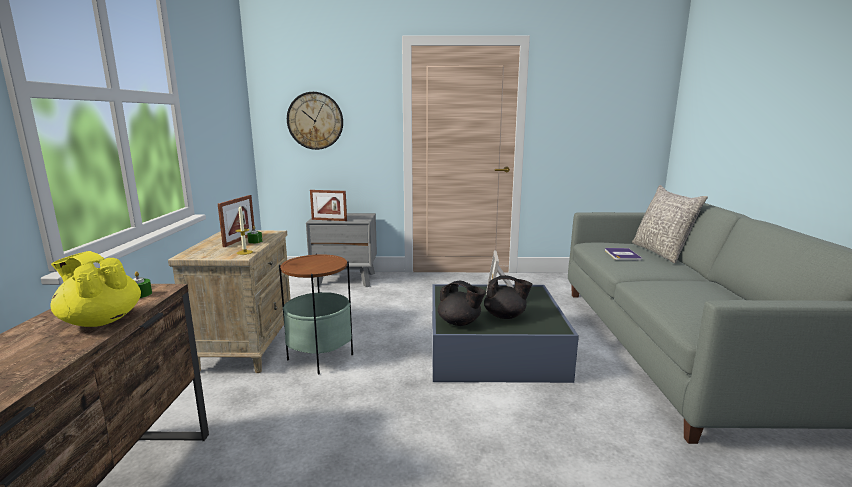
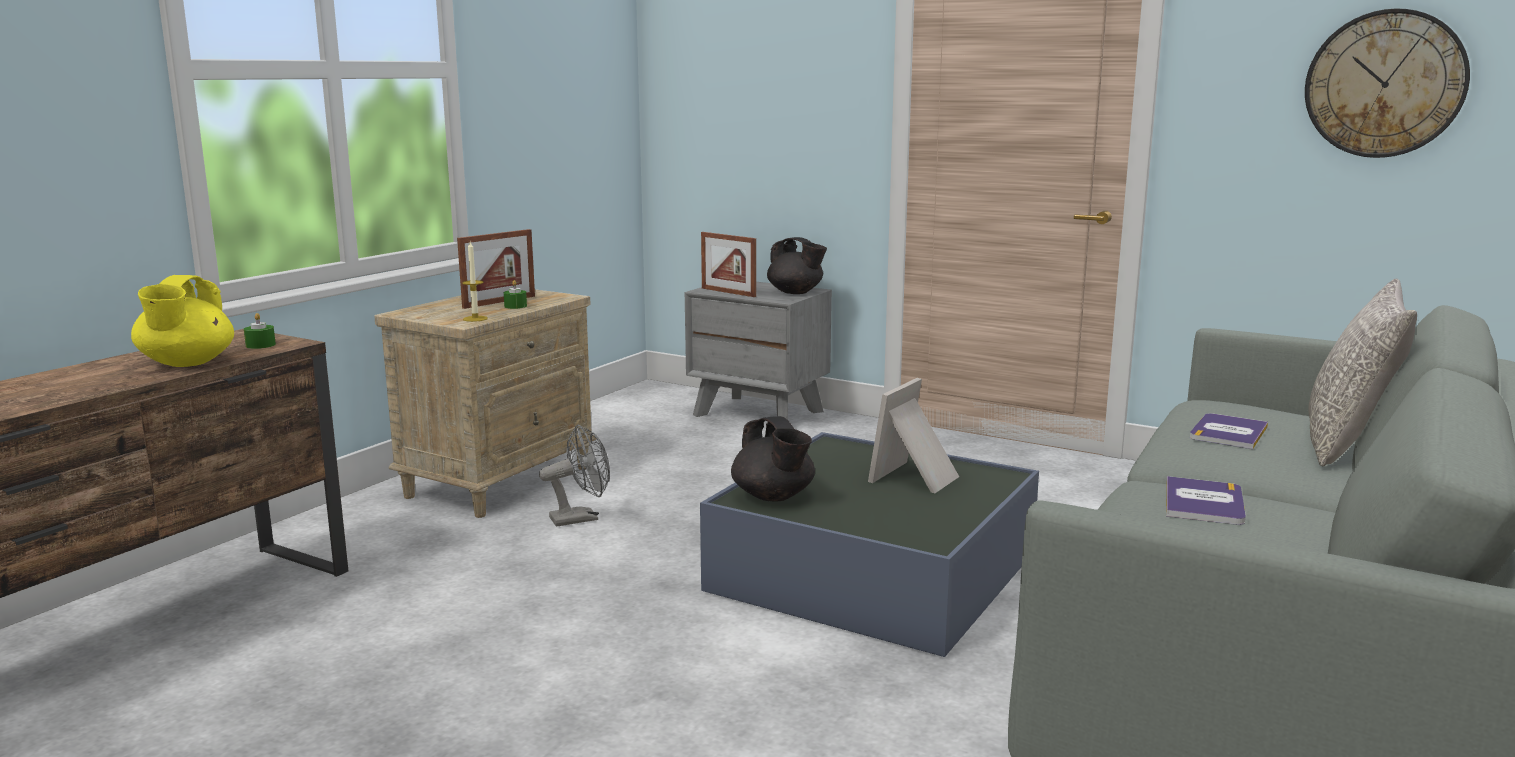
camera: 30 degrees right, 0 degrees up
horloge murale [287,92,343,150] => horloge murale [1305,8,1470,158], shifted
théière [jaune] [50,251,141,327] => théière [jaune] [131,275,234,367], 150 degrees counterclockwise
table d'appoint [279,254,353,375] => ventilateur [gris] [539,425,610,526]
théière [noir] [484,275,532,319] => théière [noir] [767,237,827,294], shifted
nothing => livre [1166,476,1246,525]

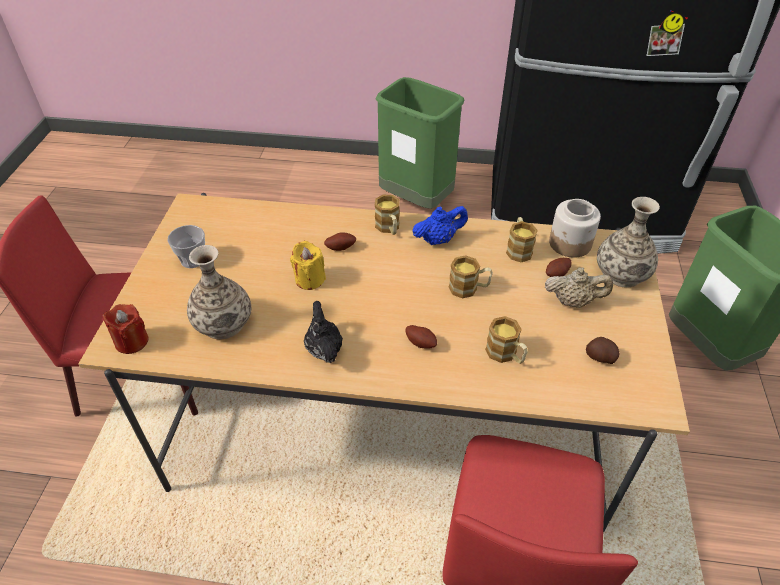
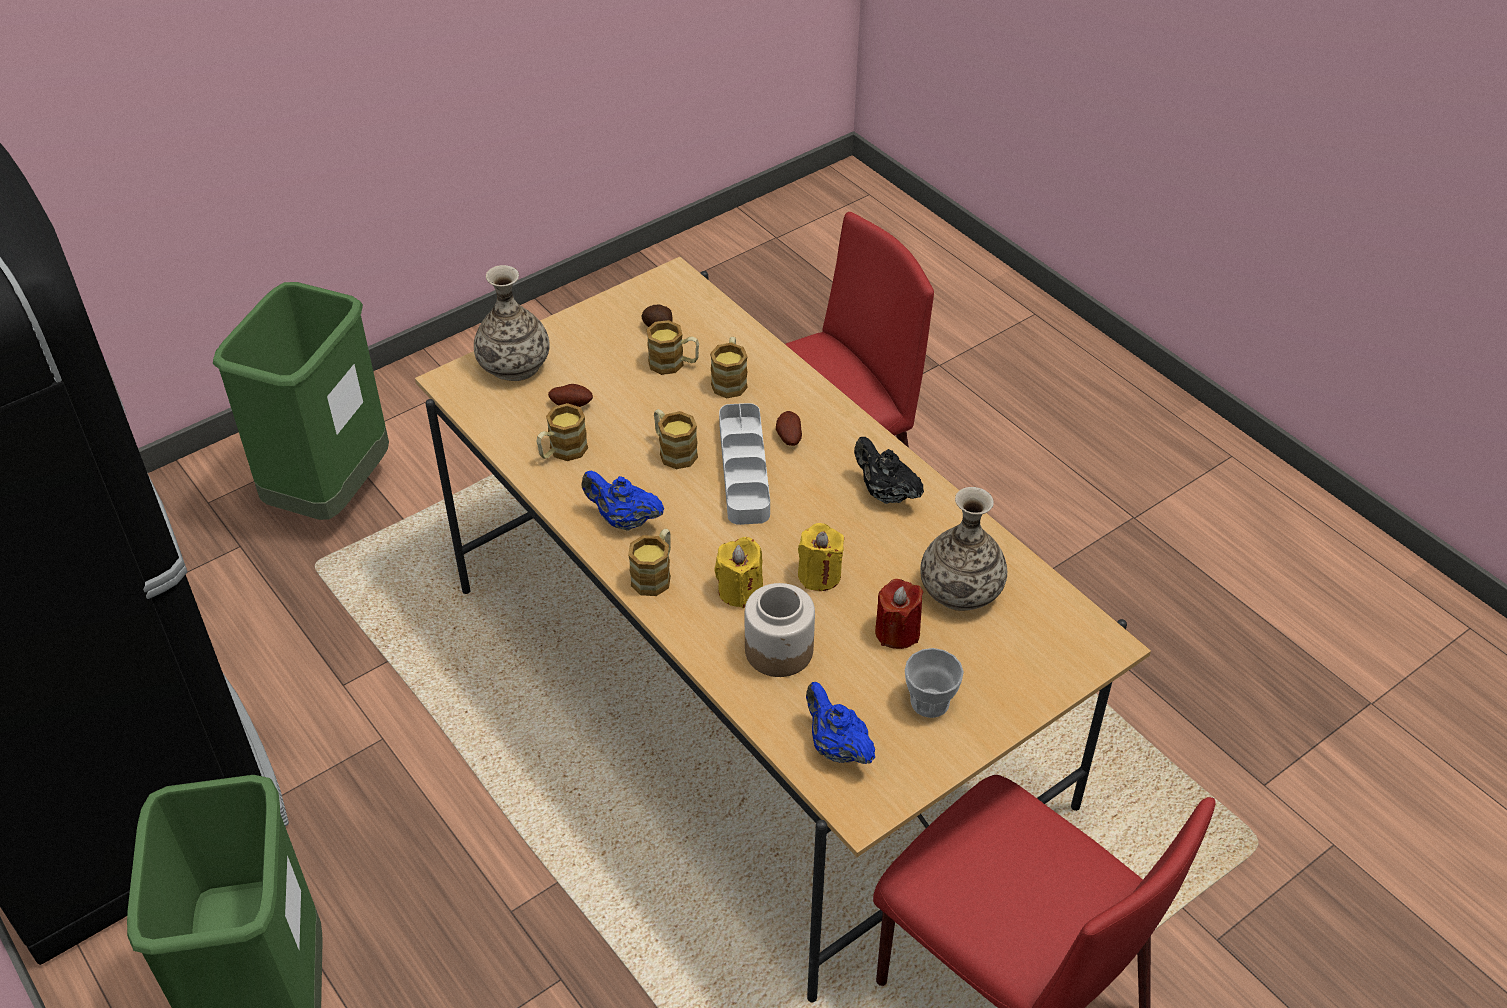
camera: 135 degrees left, 0 degrees up
bocal [549,199,601,258] => bocal [745,583,815,677], shifted
pomme de terre [324,232,356,251] => bougie [jaune] [715,537,763,608]
théière [beige] [545,268,613,308] => nothing
théière [noir] [304,301,343,363] => théière [noir] [854,437,924,504], 105 degrees clockwise
bougie [rouge] [102,304,149,354] => bougie [rouge] [875,579,923,649], shifted
nothing => mug [646,320,699,375]
nothing => plateau [gris] [719,403,770,525]
nothing => théière [bleu] [806,682,875,764]

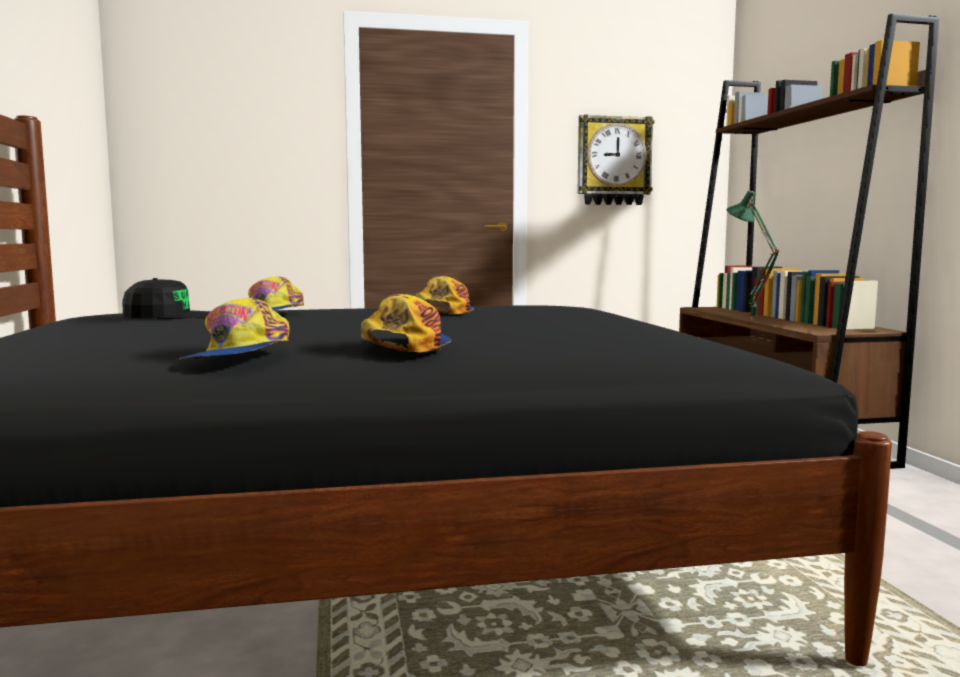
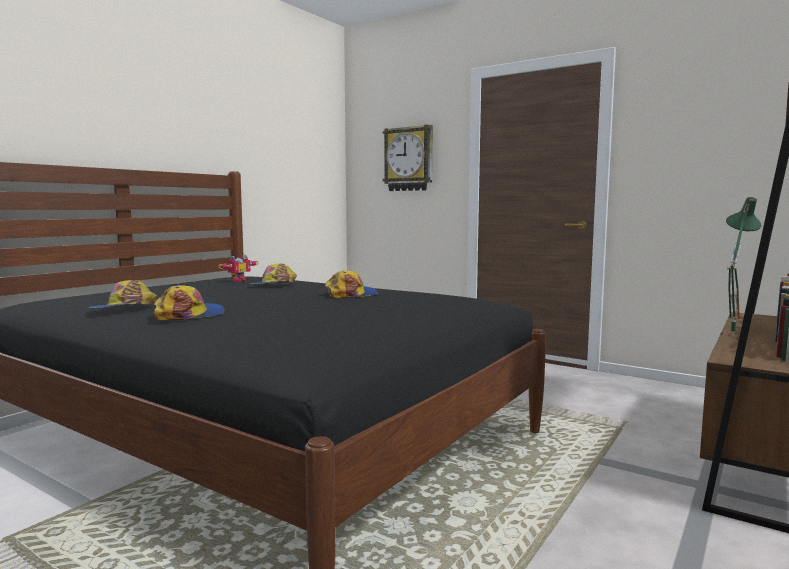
camera: 45 degrees right, 0 degrees up
horloge murale [577,114,655,205] => horloge murale [383,125,433,191], shifted
casquette [noir] [122,278,211,319] => robot jouet [219,255,258,282]

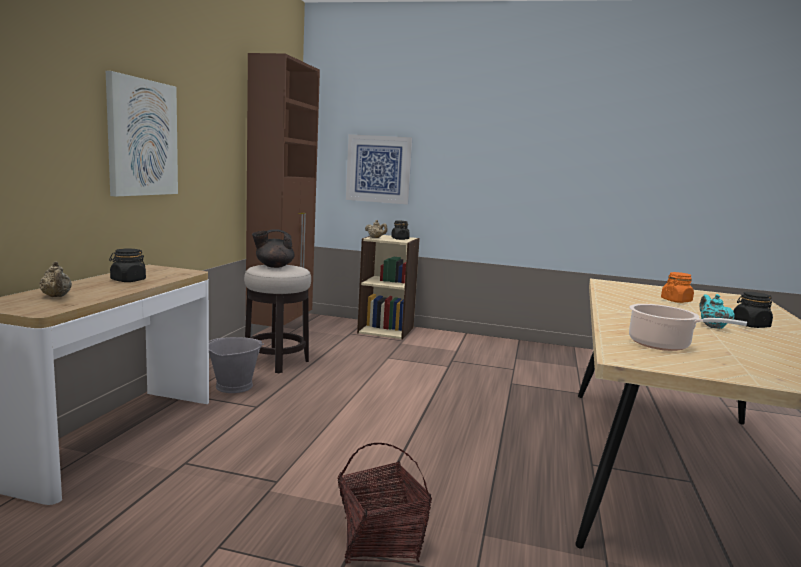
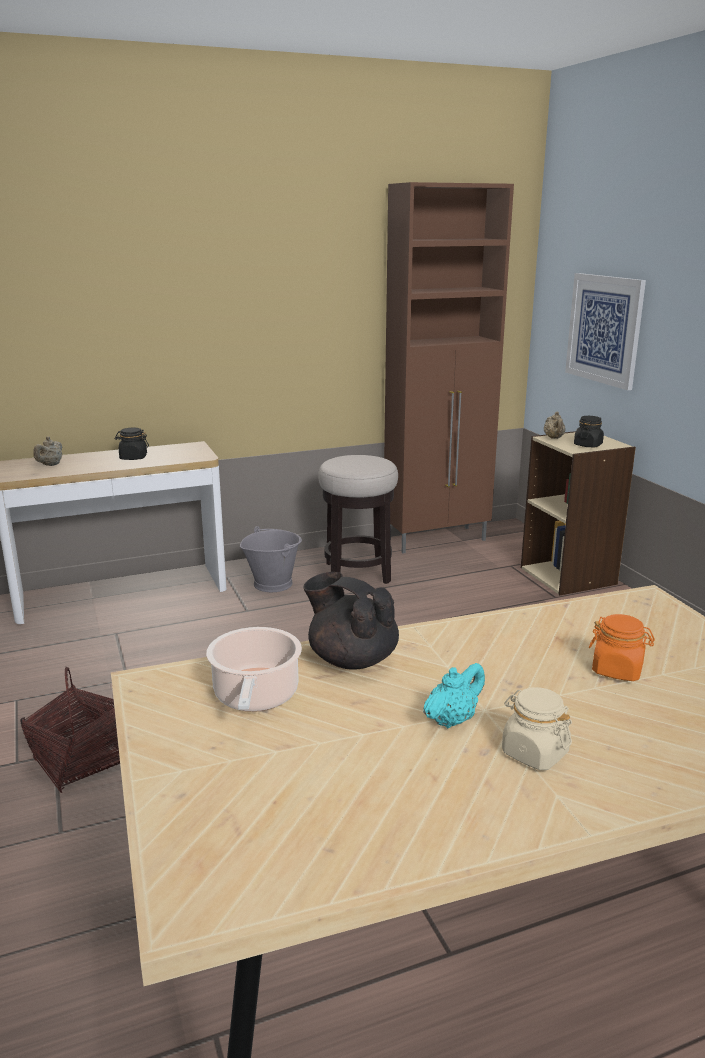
camera: 55 degrees right, 10 degrees up
tableau [106,71,178,197] => nothing
théière [noir] [252,229,295,268] => théière [noir] [304,572,399,670], shifted
bocal [noir] [733,292,773,328] => bocal [beige] [502,687,572,770]

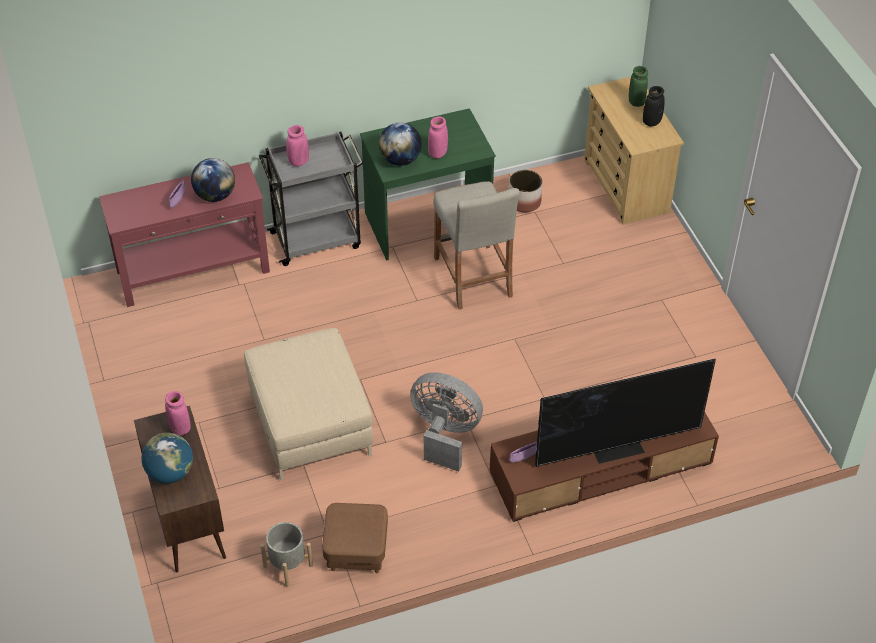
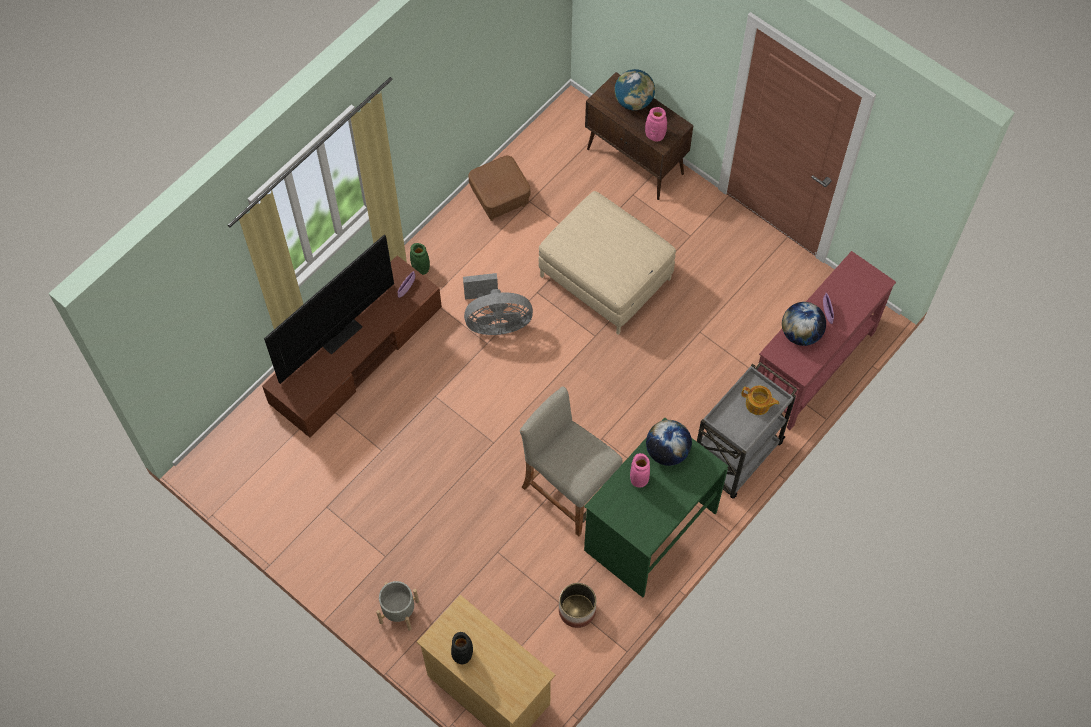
camera: 150 degrees right, 15 degrees up
vase [vert] [629,66,648,107] => vase [vert] [410,243,430,275], shifted
vase [rose] [286,125,309,166] => théière [741,386,779,415]
cache-pot [gris] [260,522,313,587] => cache-pot [gris] [376,581,419,631], shifted

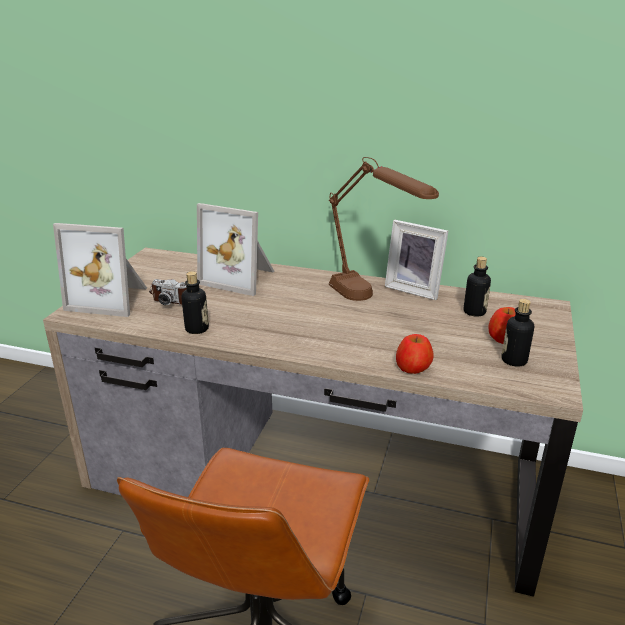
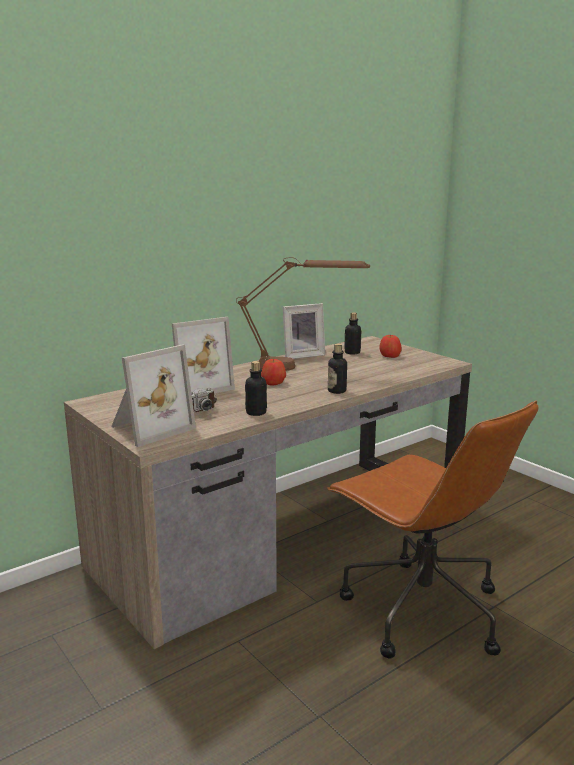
camera: 55 degrees left, 10 degrees down
bouteille [501,299,534,367] => bouteille [328,343,347,394], shifted
pomme [396,334,434,374] => pomme [261,359,286,385], shifted

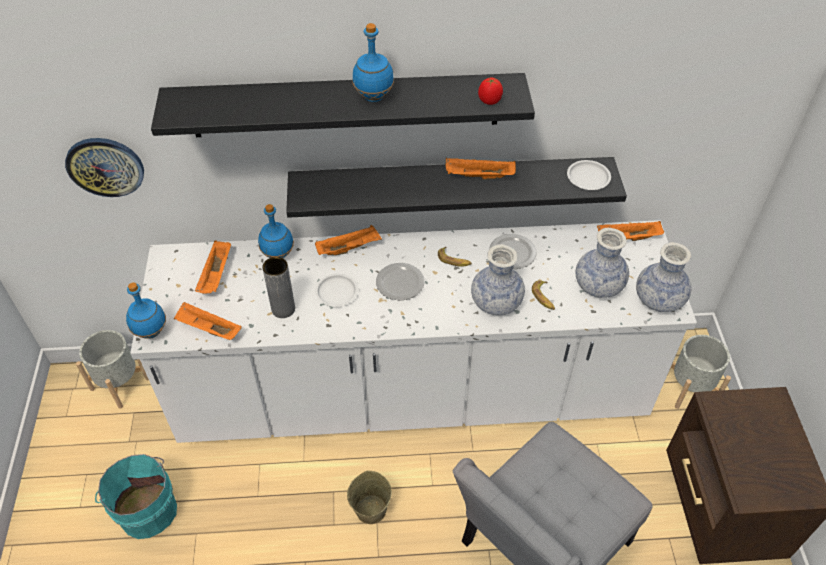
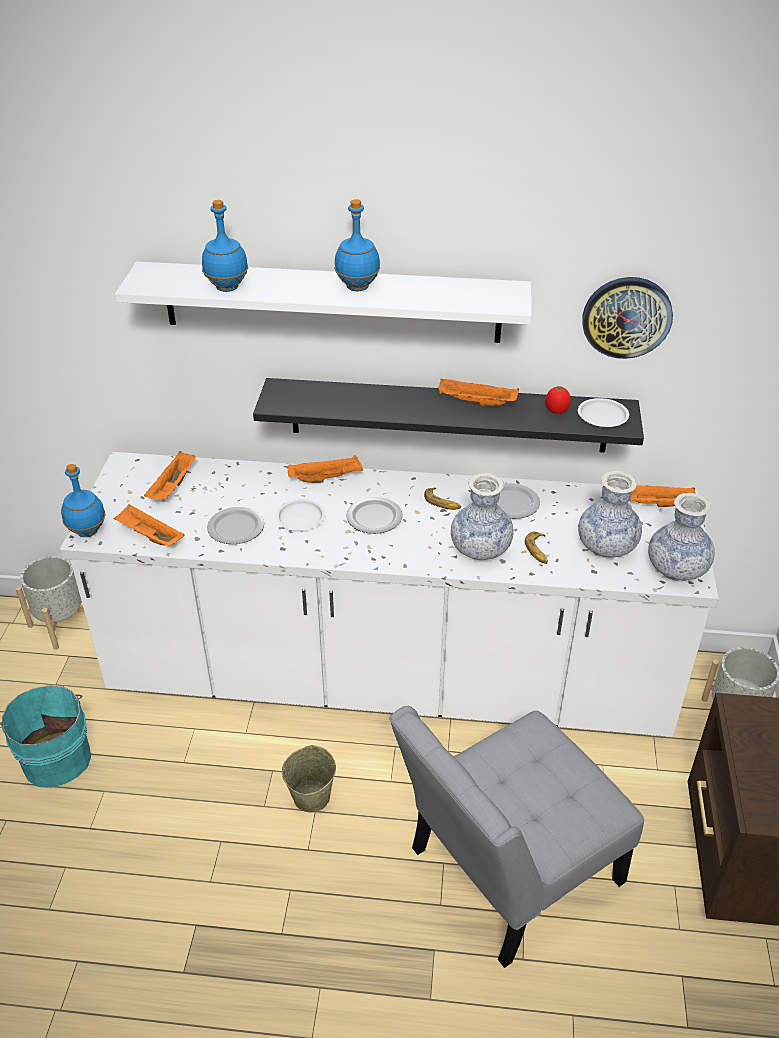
camera: 10 degrees right, 10 degrees down
étagère [noir] [151,73,535,137] => étagère [blanc] [115,262,532,343]
tomate [478,77,503,105] => tomate [545,386,571,414], shifted
horloge murale [65,138,144,197] => horloge murale [582,277,673,359], shifted
bouteille [bleu] [258,204,294,258] => bouteille [bleu] [202,200,248,292], shifted
vase [gris] [262,257,295,318] => assiette [207,507,264,544]

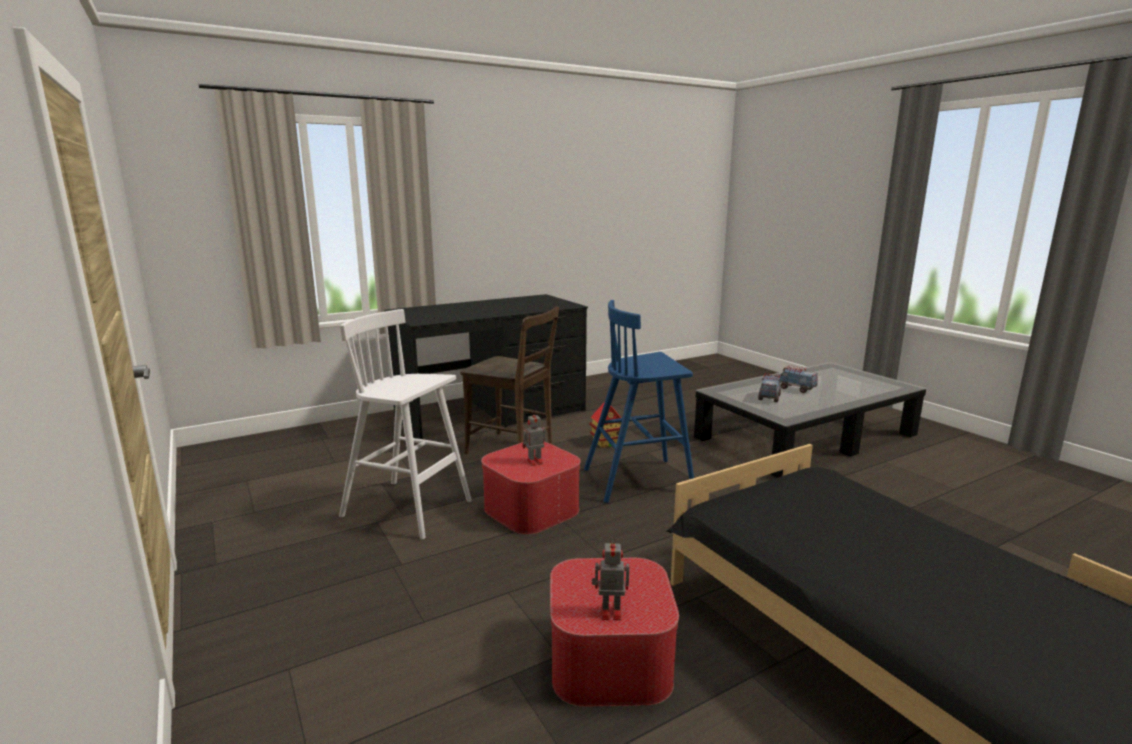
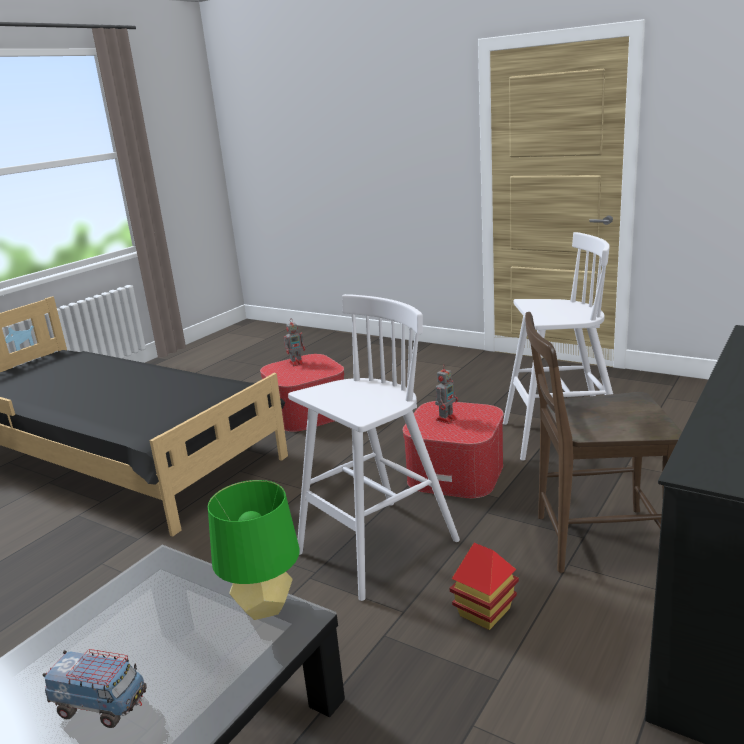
camera: 155 degrees right, 5 degrees up
tabouret [bleu] [584,300,694,503] => tabouret [blanc] [288,294,460,601]
camion jouet [758,373,782,402] => nothing
nothing => lampe de table [vert] [208,480,300,620]

